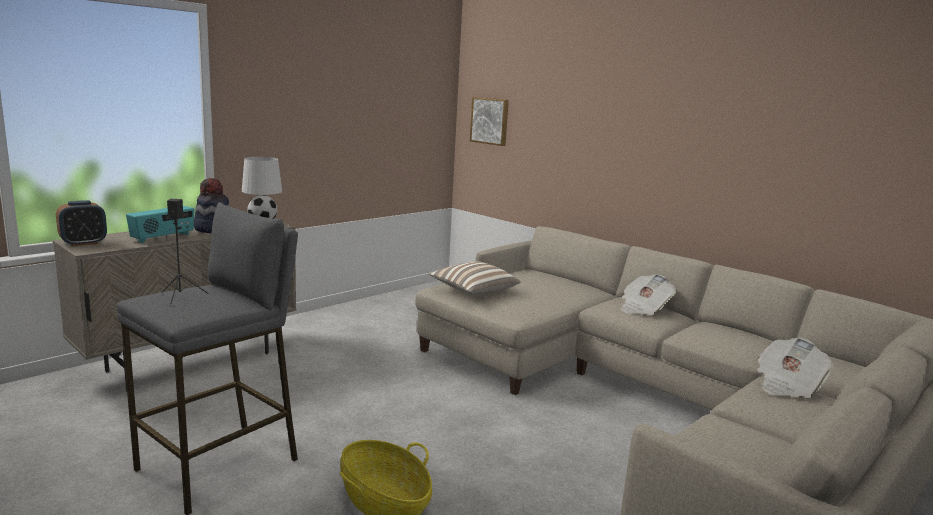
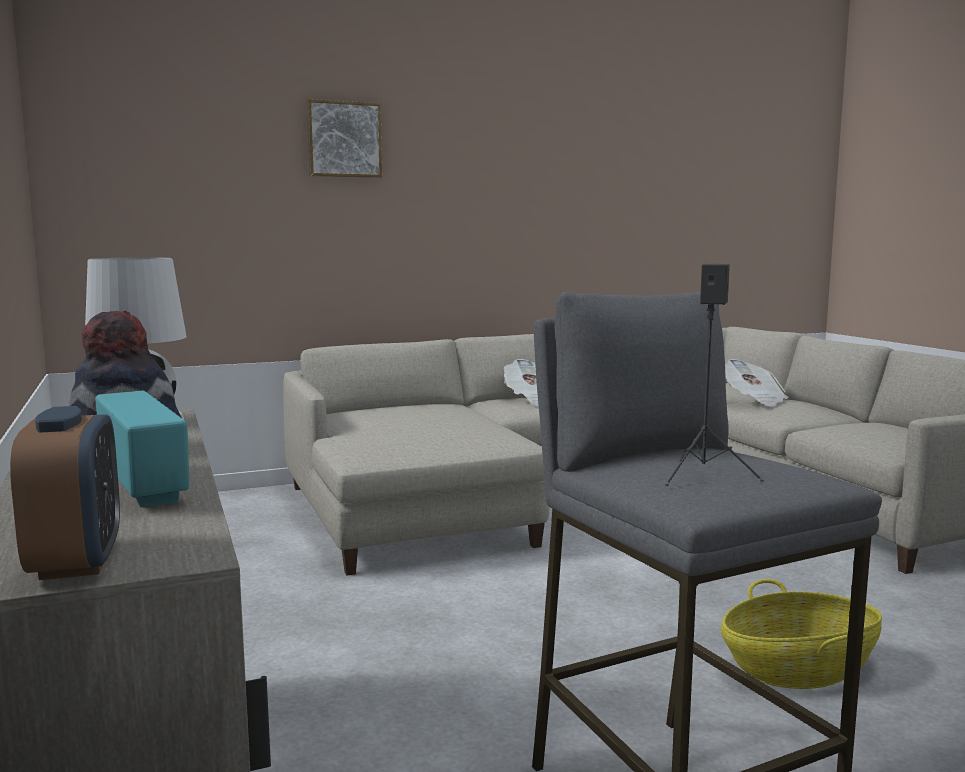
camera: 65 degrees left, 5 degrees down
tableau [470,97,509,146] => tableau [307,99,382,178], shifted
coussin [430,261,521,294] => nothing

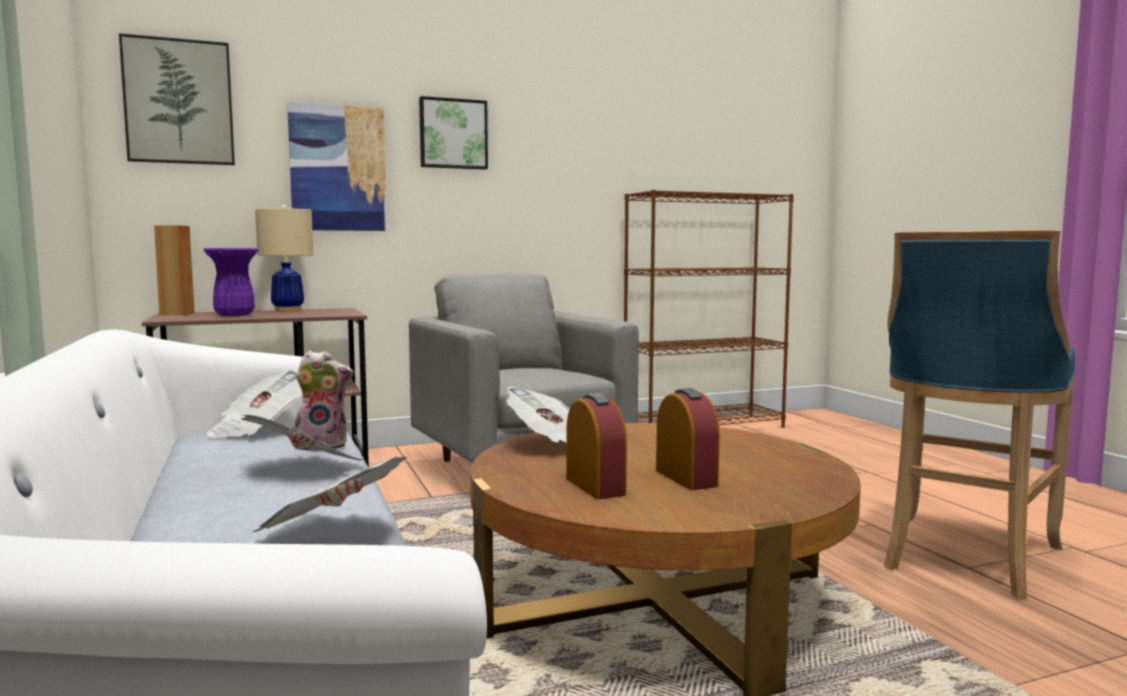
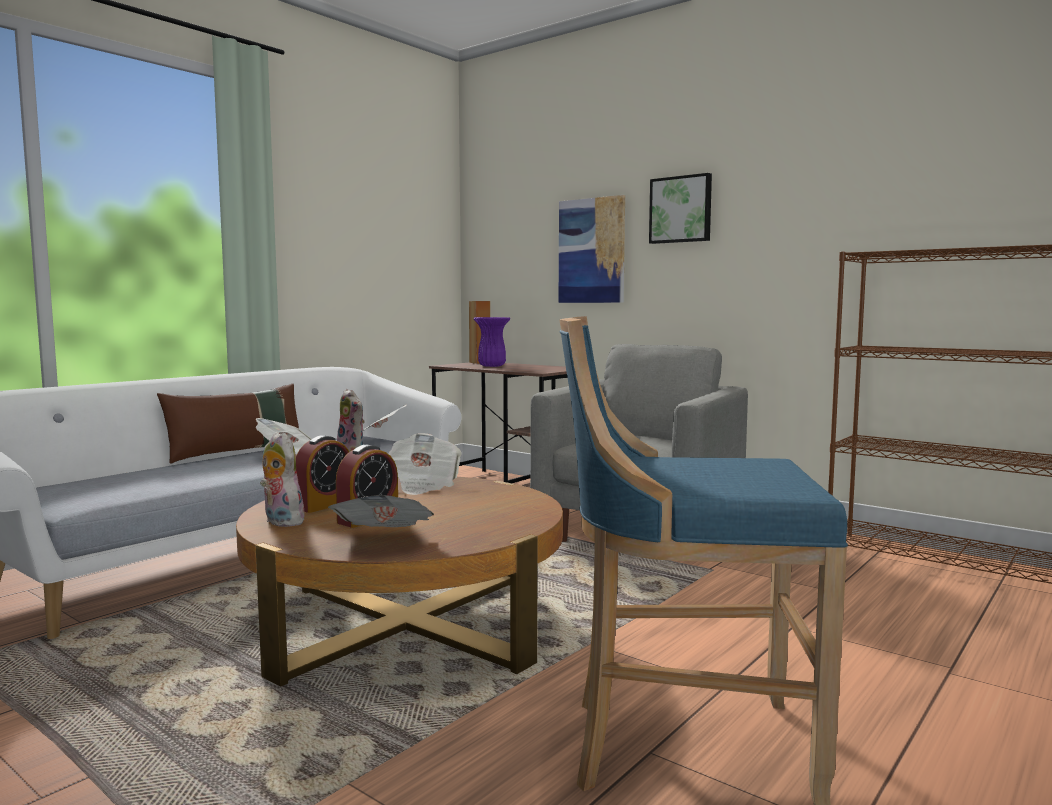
camera: 60 degrees right, 0 degrees up
tableau [119,33,235,165] => nothing
lampe de table [beige] [255,205,313,312] => nothing
journal [253,457,407,532] => journal [328,495,434,527], shifted
nothing => coussin [marron] [157,383,299,464]
nothing => peluche [260,432,304,527]

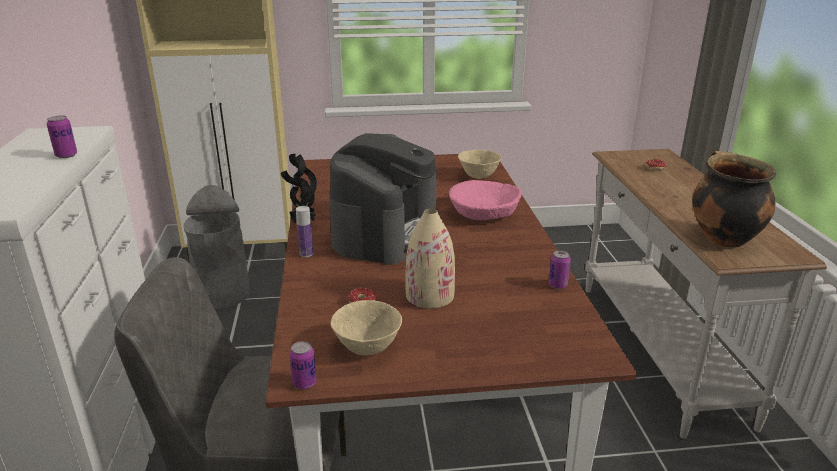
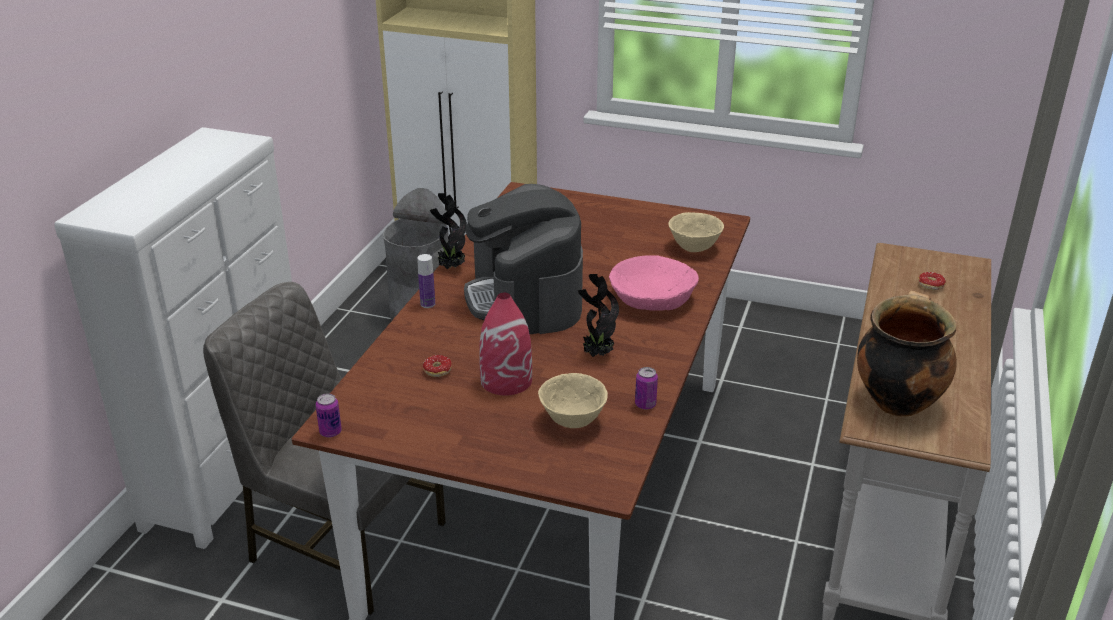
camera: 25 degrees right, 5 degrees up
boîte métallique [47,115,77,158] => nothing
machine à café [329,133,437,265] => machine à café [464,184,583,334], 120 degrees clockwise
vase [beige] [405,208,455,308] => vase [rouge] [479,292,532,395]
bol [beige] [331,300,402,356] => bol [beige] [538,373,608,428], shifted
nothing => plante en pot [578,274,619,357]

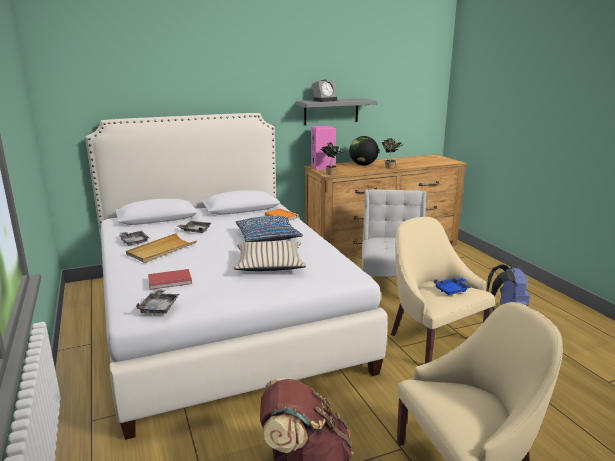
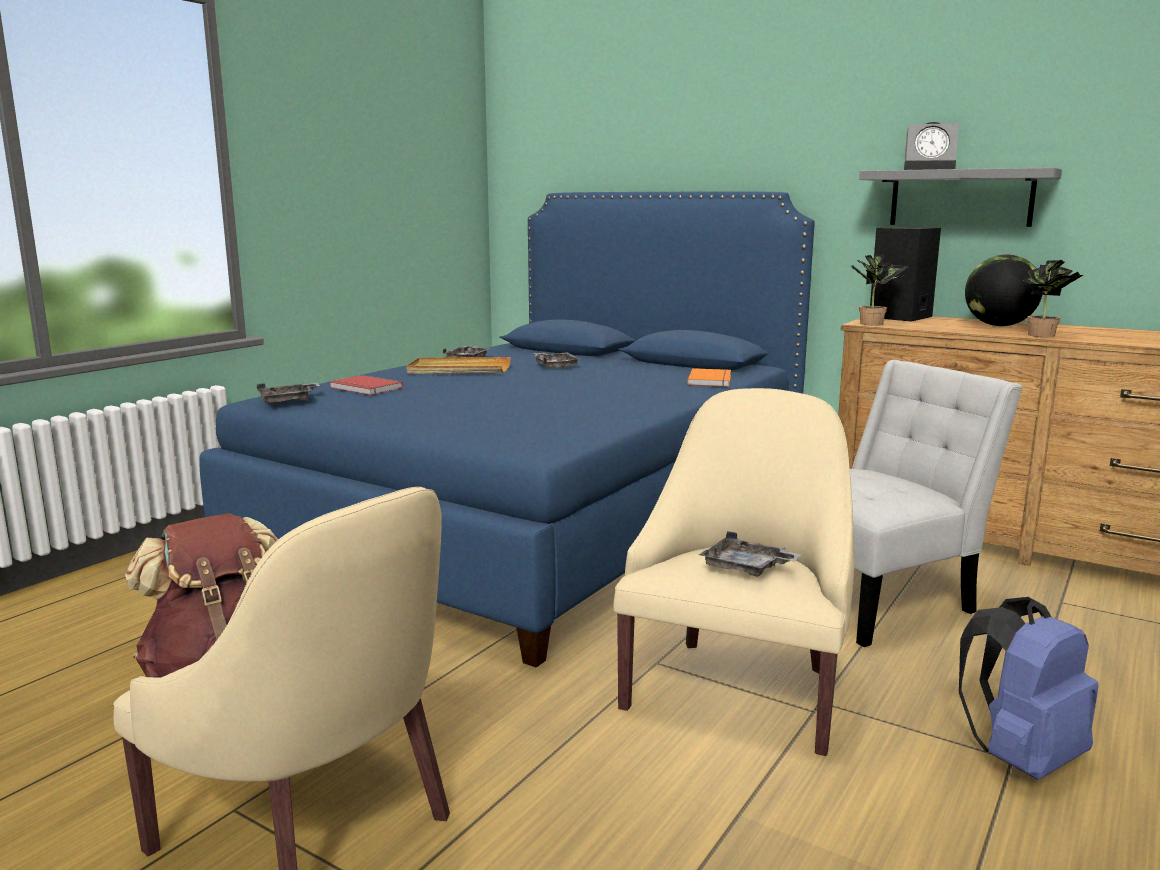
camera: 55 degrees right, 5 degrees down
lit [blanc] [85,113,387,440] => lit [bleu] [199,191,815,667]
enceinte [rose] [311,126,336,170] => enceinte [noir] [870,227,941,322]
coussin [bleu] [236,216,303,242] => nothing
coussin [beige] [234,241,306,271] => nothing
plateau [bleu] [434,278,471,295] => plateau [gris] [699,531,801,577]

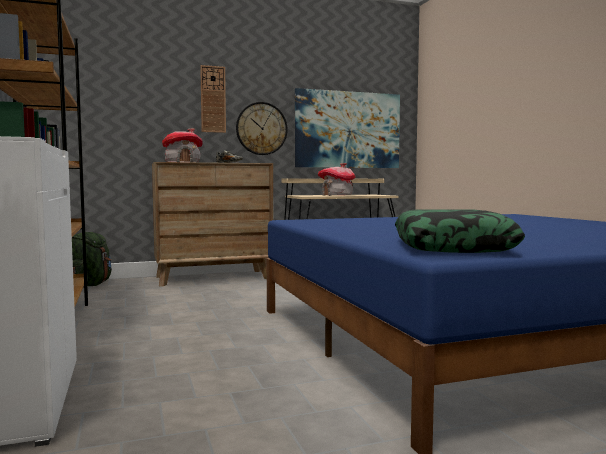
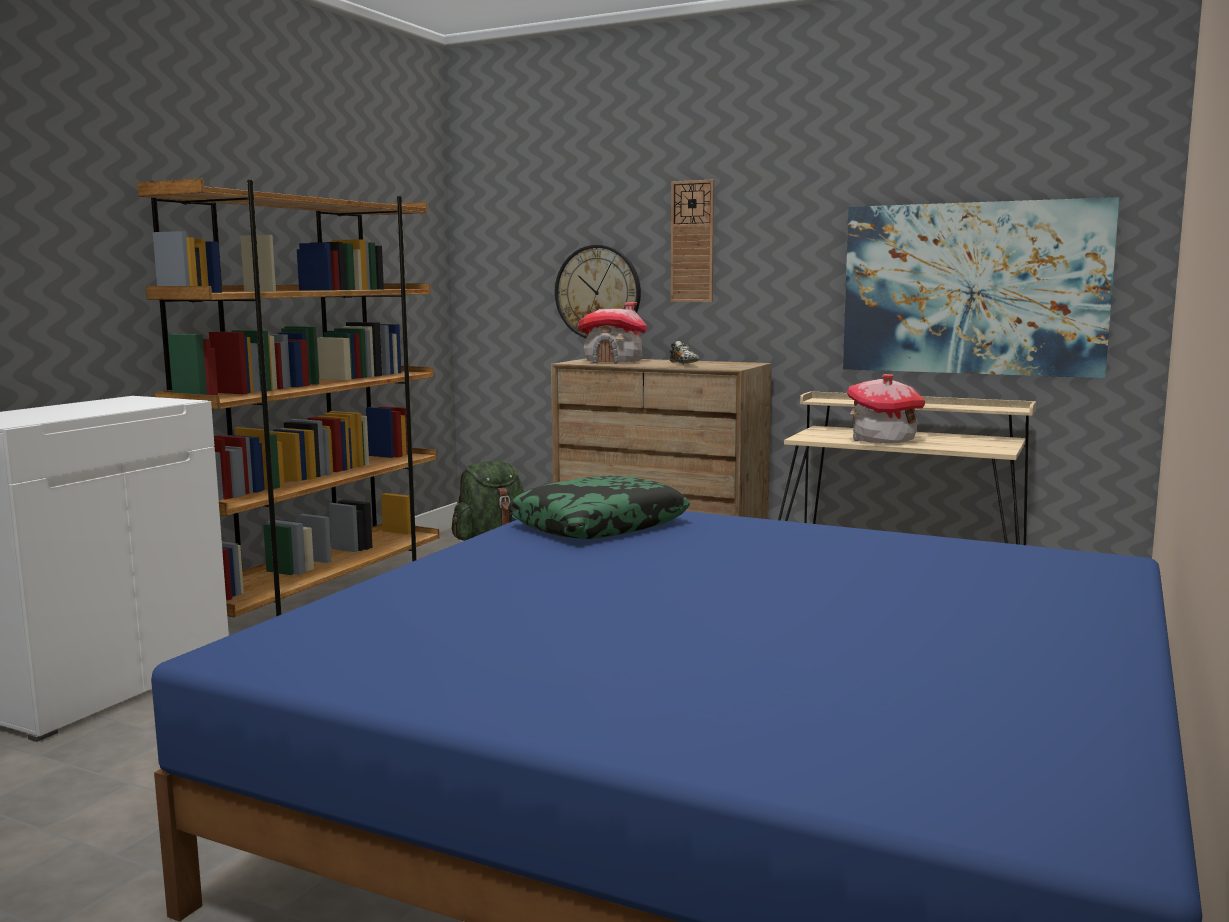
camera: 45 degrees right, 5 degrees up
horloge murale [236,102,287,155] => horloge murale [555,245,641,338], shifted
coussin [395,209,525,253] => coussin [508,475,690,539], shifted

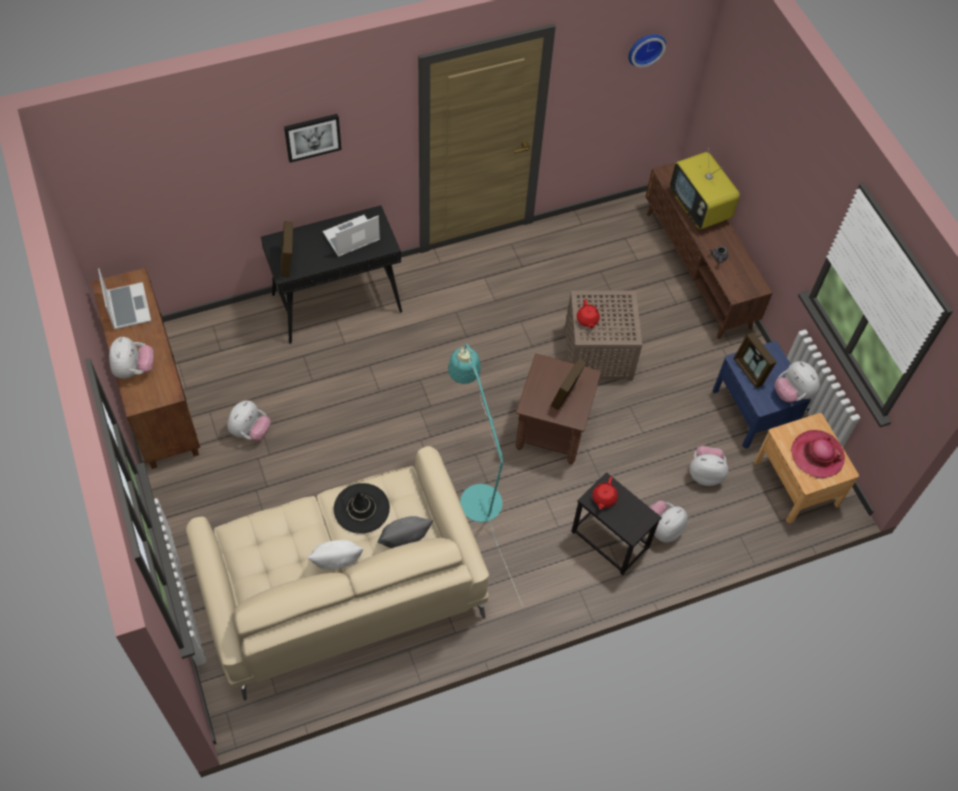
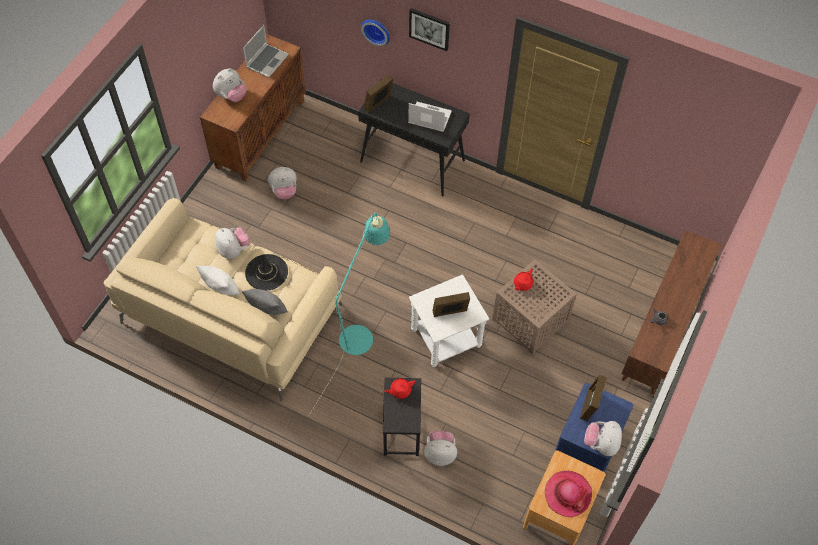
camera: 50 degrees right, 0 degrees up
horloge murale [628,34,666,68] => horloge murale [361,20,390,46], shifted
téléviseur [670,148,740,229] => nothing
table d'appoint [marron] [516,354,601,464] => table d'appoint [blanc] [409,275,489,367]
peluche [689,446,729,486] => peluche [215,228,251,259], shifted

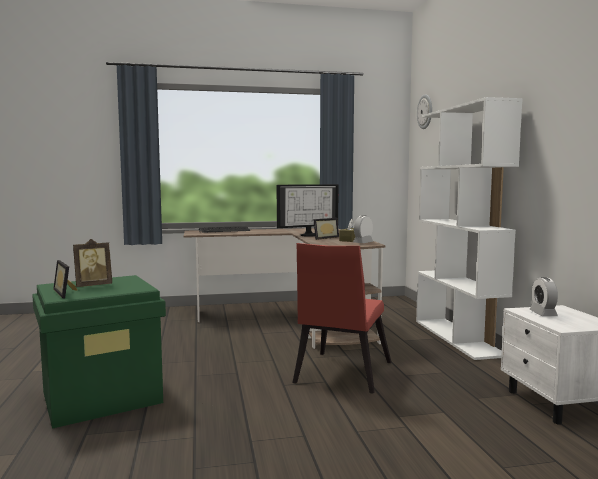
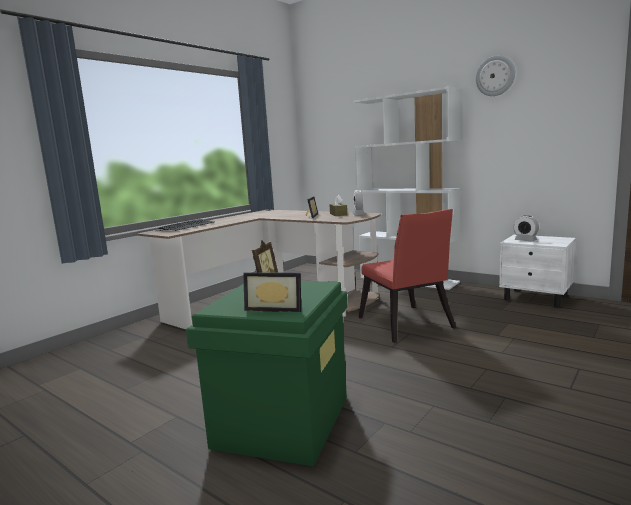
camera: 40 degrees left, 5 degrees up
horloge murale [417,94,432,129] => horloge murale [476,55,515,96], shifted
écran d'ordinateur [277,184,339,237] => nothing

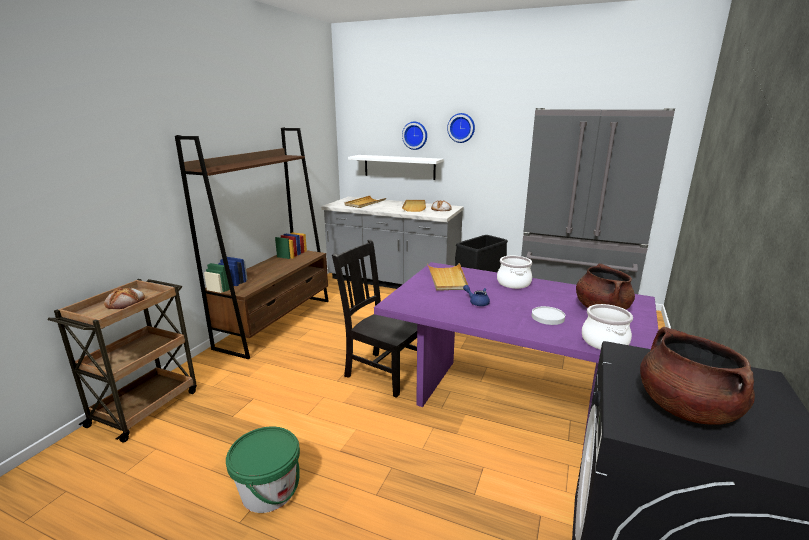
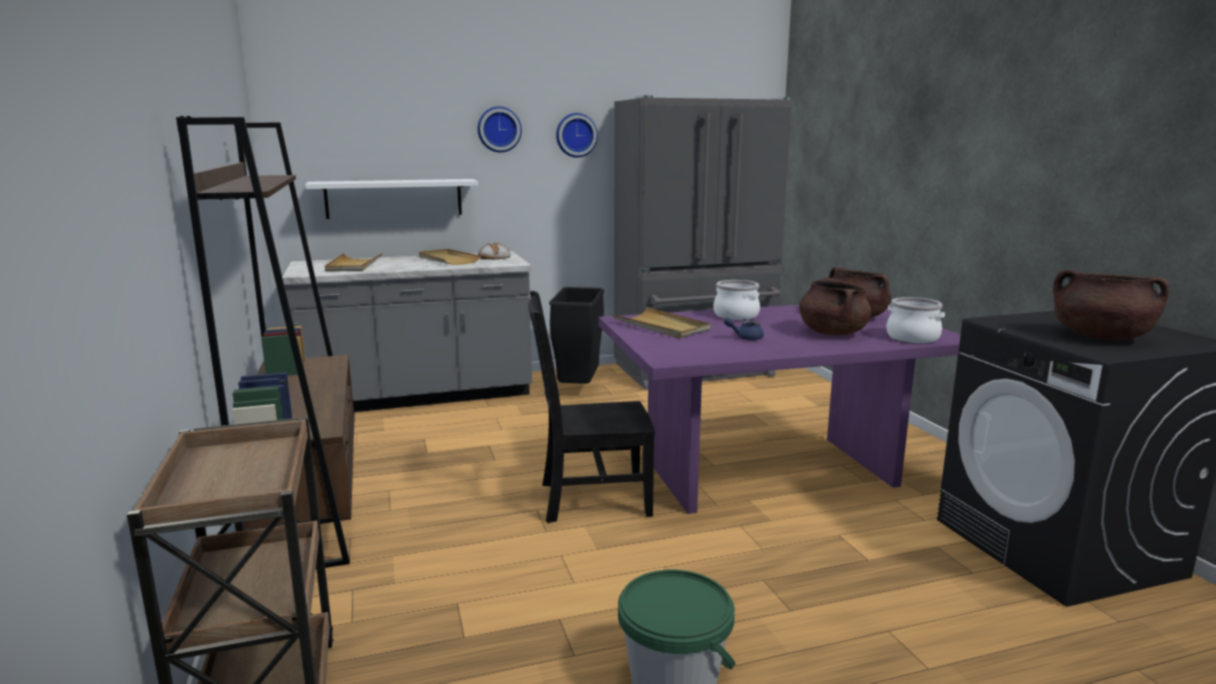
camera: 40 degrees left, 5 degrees down
horloge murale [402,122,427,150] => horloge murale [556,113,598,158], shifted
pain [104,287,145,309] => nothing
assiette [blanc] [532,306,565,325] => marmite [marron] [799,277,872,336]

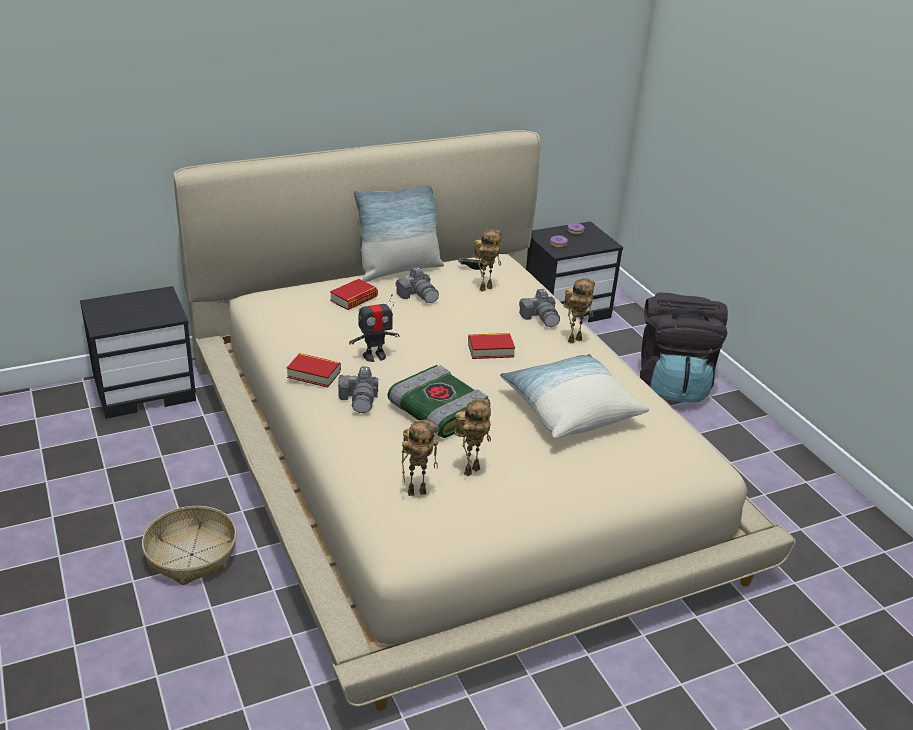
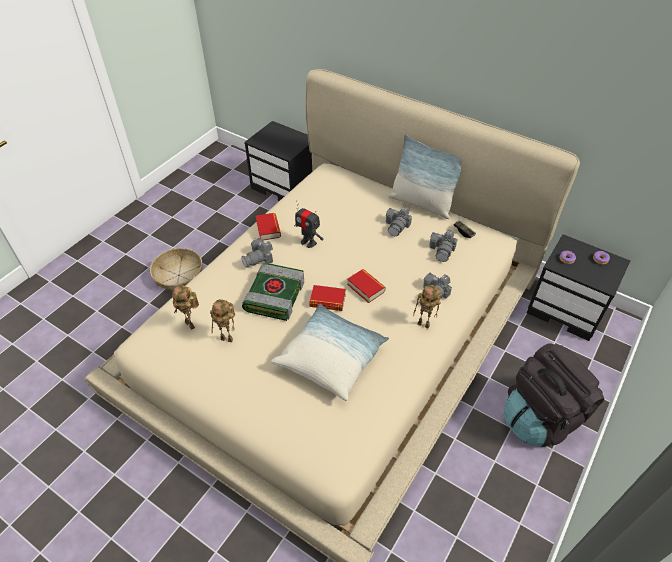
camera: 60 degrees right, 15 degrees up
robot jouet [474,229,502,292] => appareil photo [429,230,458,262]
livre [330,279,378,310] => livre [309,285,346,311], shifted

